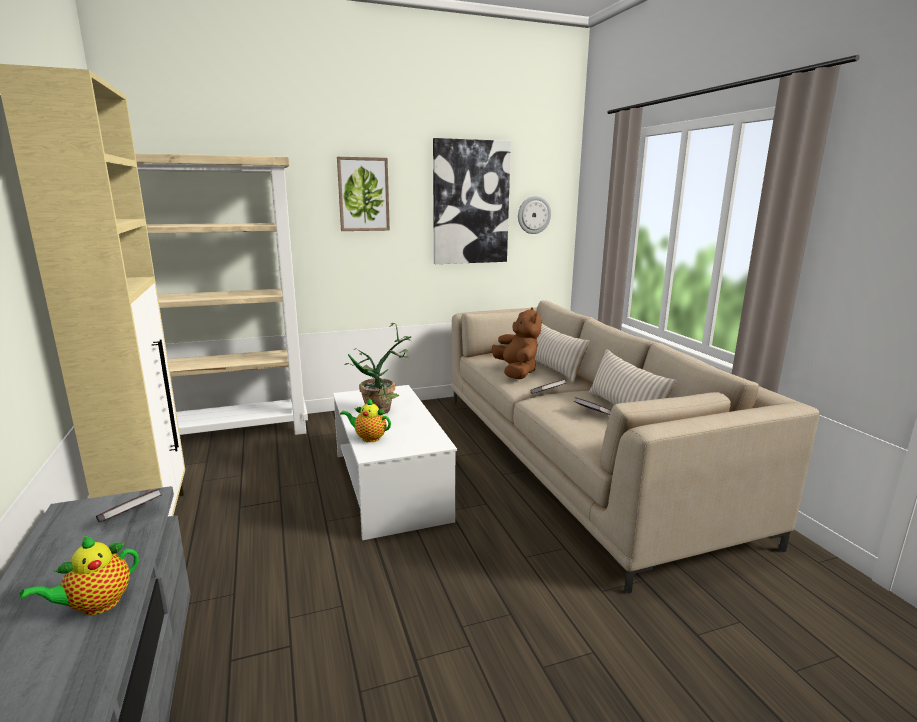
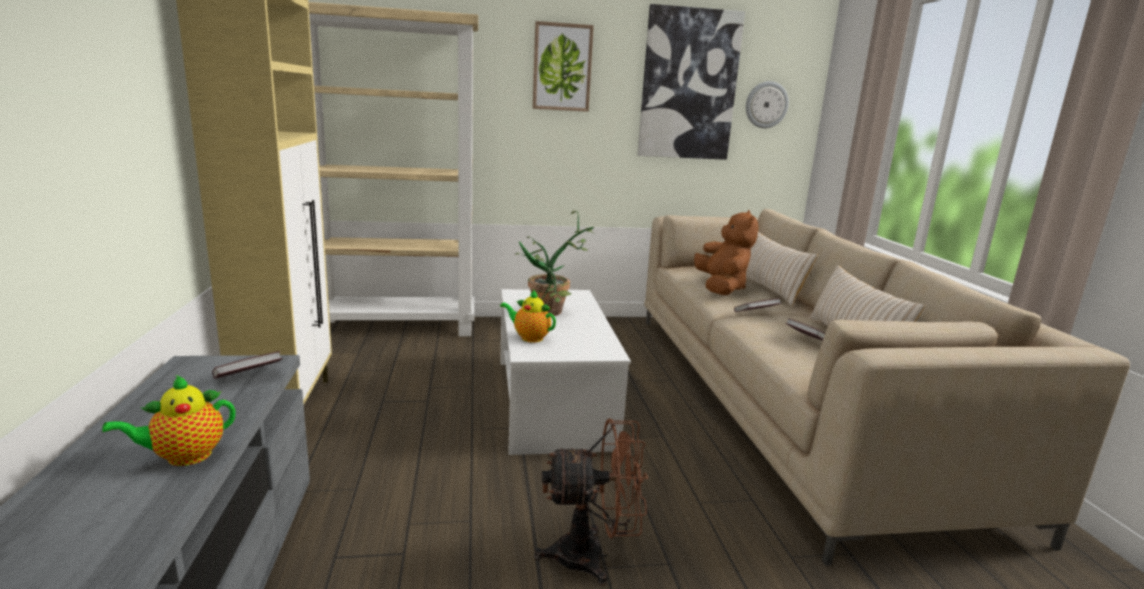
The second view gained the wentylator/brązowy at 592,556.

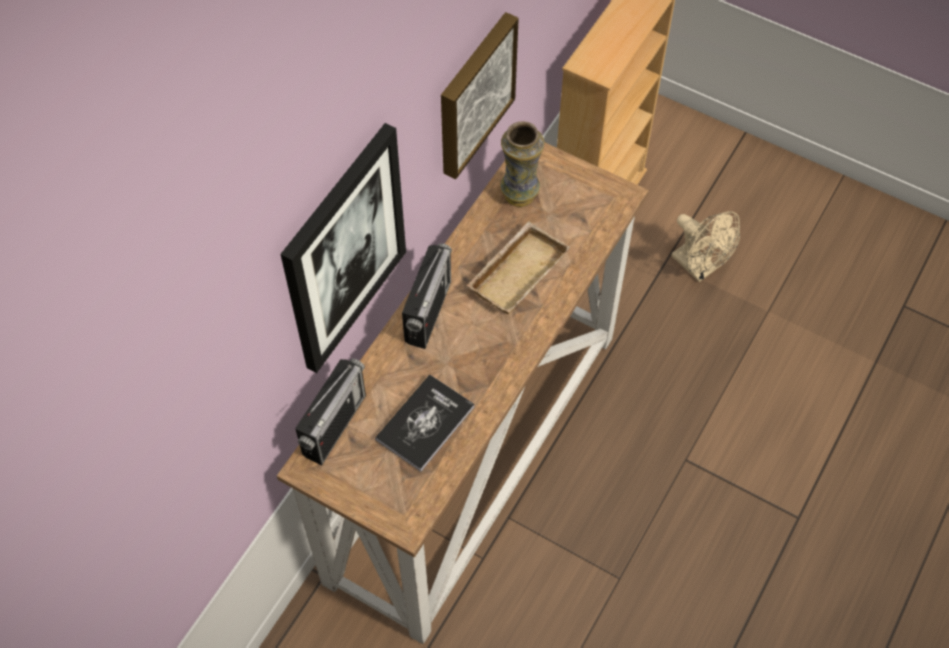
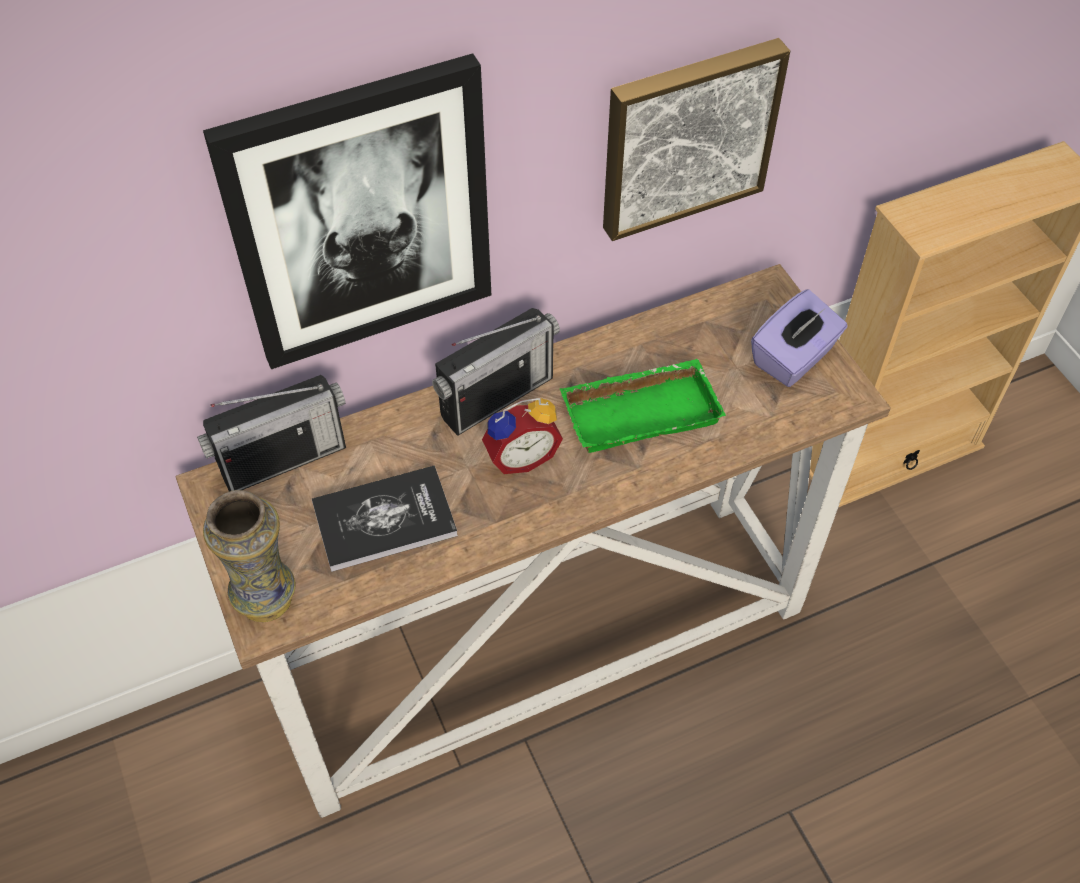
The wazon ended up elsewhere, having gone from 520,193 to 267,599. The second view lost the wentylator/beżowy at 699,267. What was the taca/beżowy at 517,271 turned into the taca/zielony at 641,410. The second view gained the pudełko chusteczek/fioletowy at 794,358. The second view gained the budzik at 520,456.

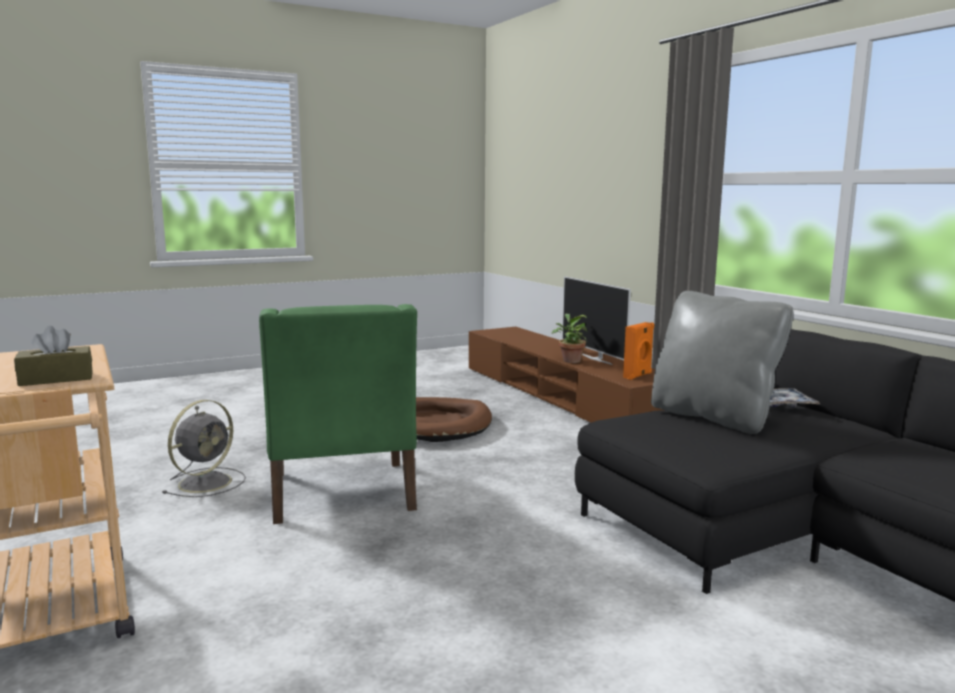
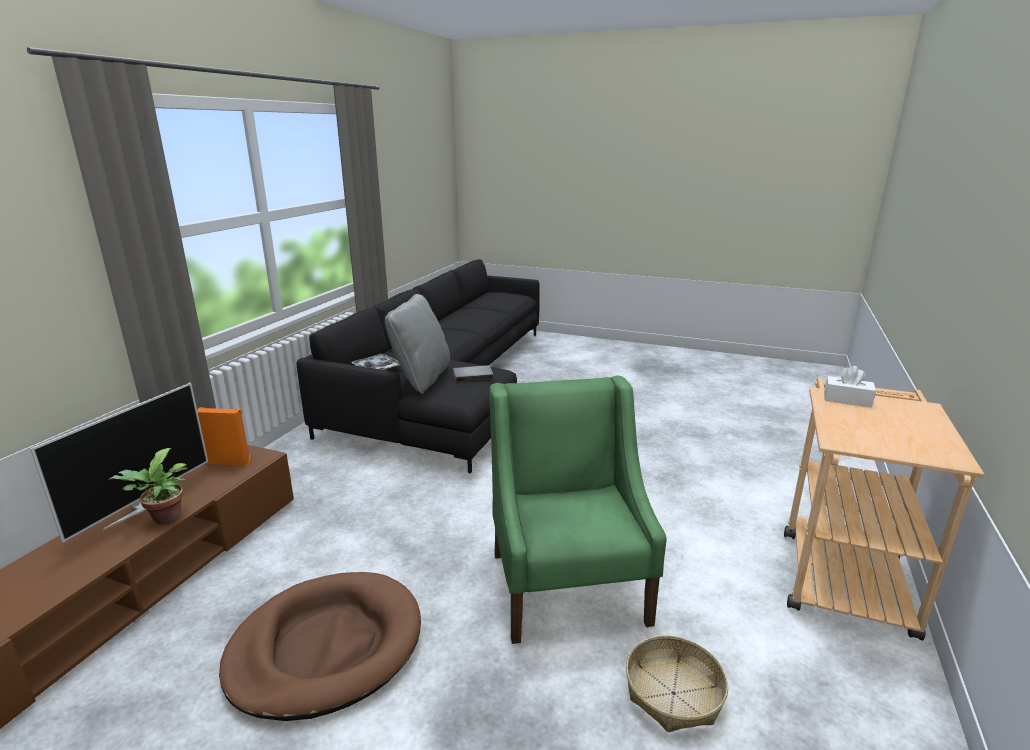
The fotel/zielony at 341,492 ended up facing another way, 45 degrees counterclockwise from before. What was the pudełko chusteczek/brązowy at 56,379 turned into the pudełko chusteczek/biały at 847,399. Where the wentylator/szary stood at 207,482, the koszyk came to stand at 673,694. The second view gained the książka/szary at 472,374.

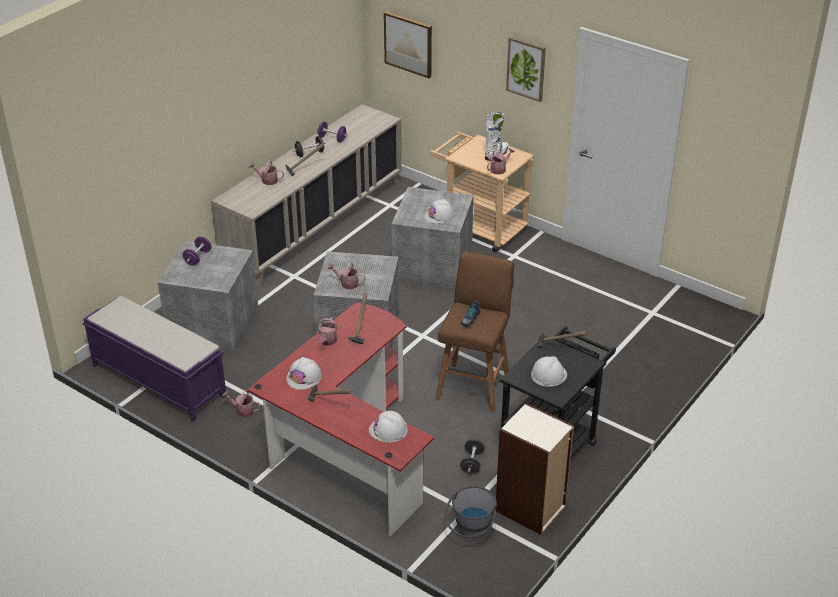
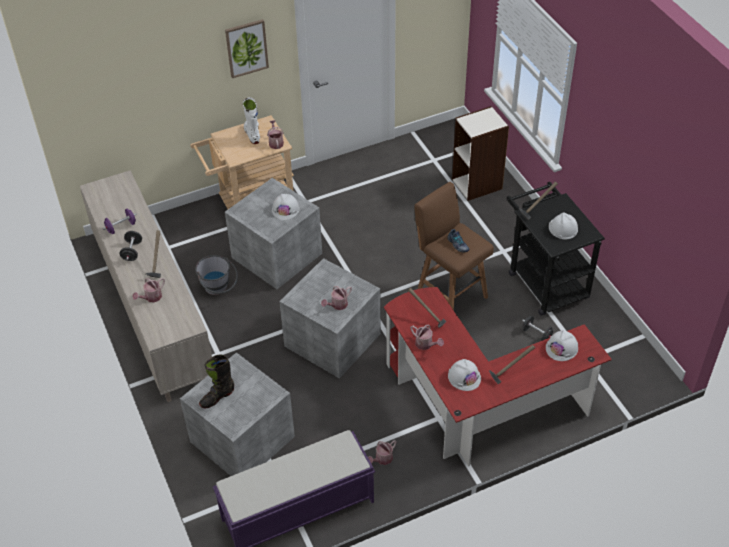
The second view lost the obraz at 408,44. Where the hantel/fioletowy stood at 198,258, the but z cholewką/czarny came to stand at 217,397. The regał ended up elsewhere, having gone from 531,509 to 477,184. The wiadro/szary ended up elsewhere, having gone from 471,532 to 218,289.

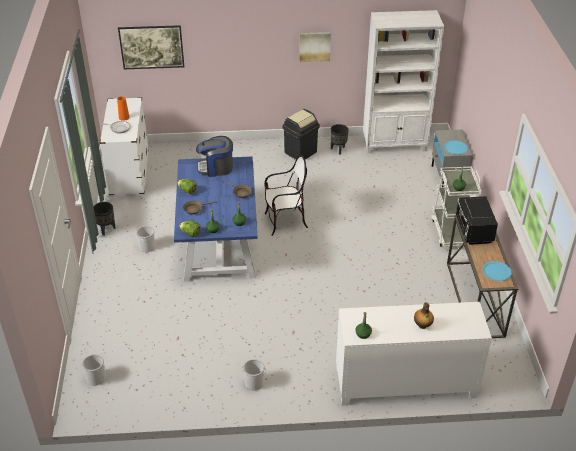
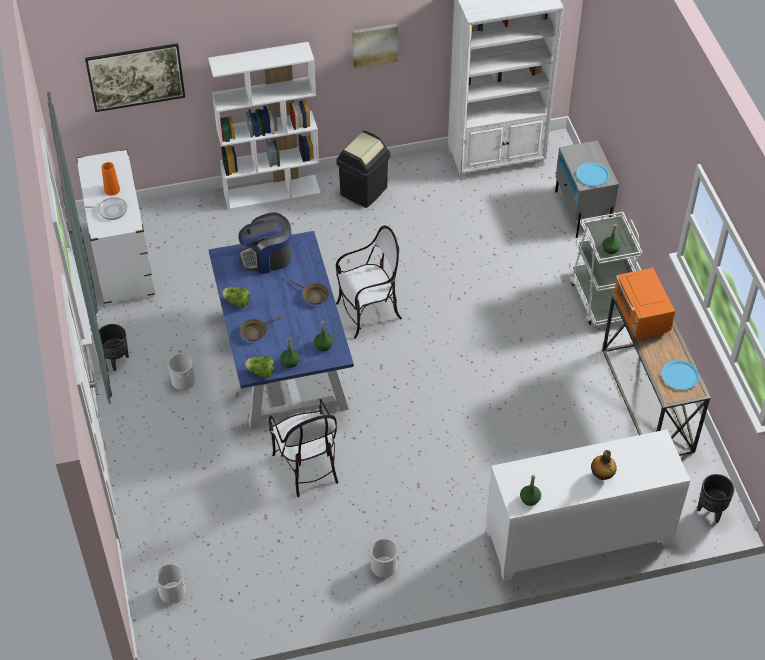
The donica/czarny ended up elsewhere, having gone from 338,150 to 711,512. What was the mikrofalówka/czarny at 473,231 turned into the mikrofalówka/pomarańczowy at 640,317. The second view gained the regał/biały at 272,192. The second view gained the krzesło at 306,467.

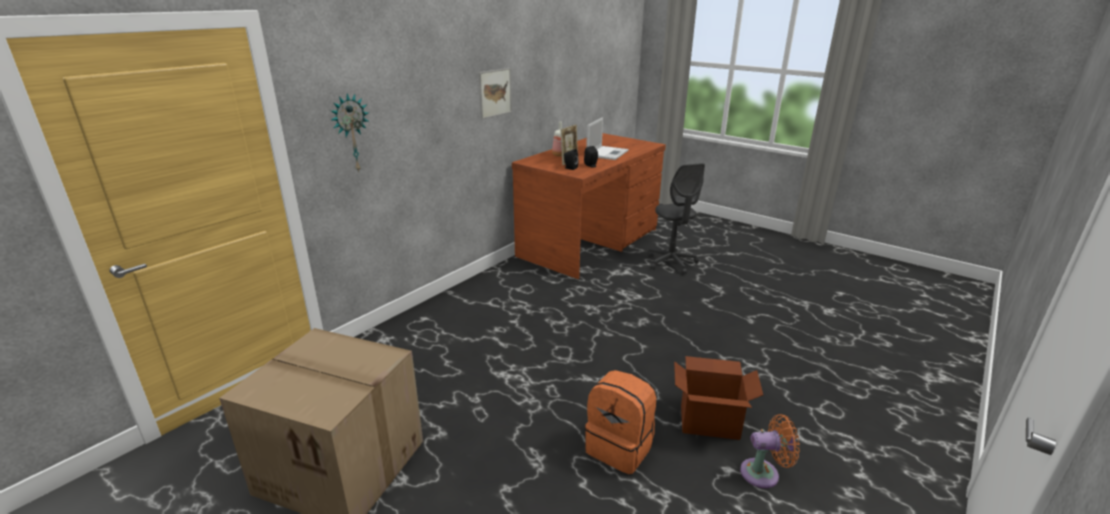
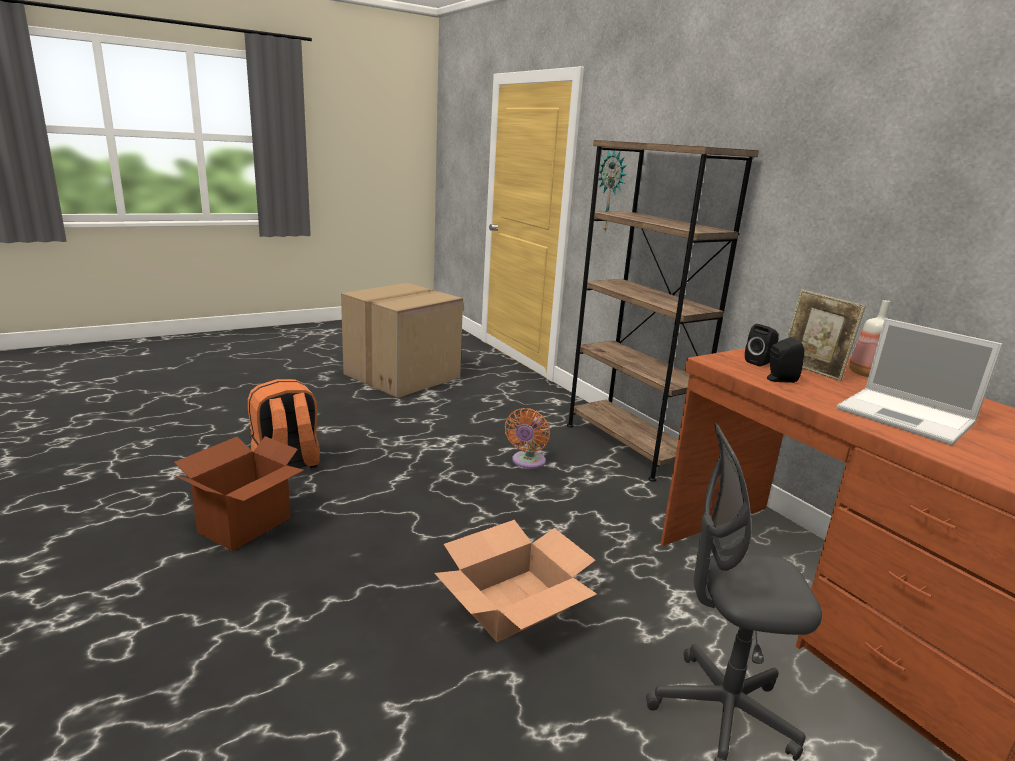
The second view lost the obraz at 495,93. The wentylator/pomarańczowy ended up elsewhere, having gone from 763,473 to 527,462. The second view gained the regał/brązowy at 628,445. The second view gained the karton at 514,604.

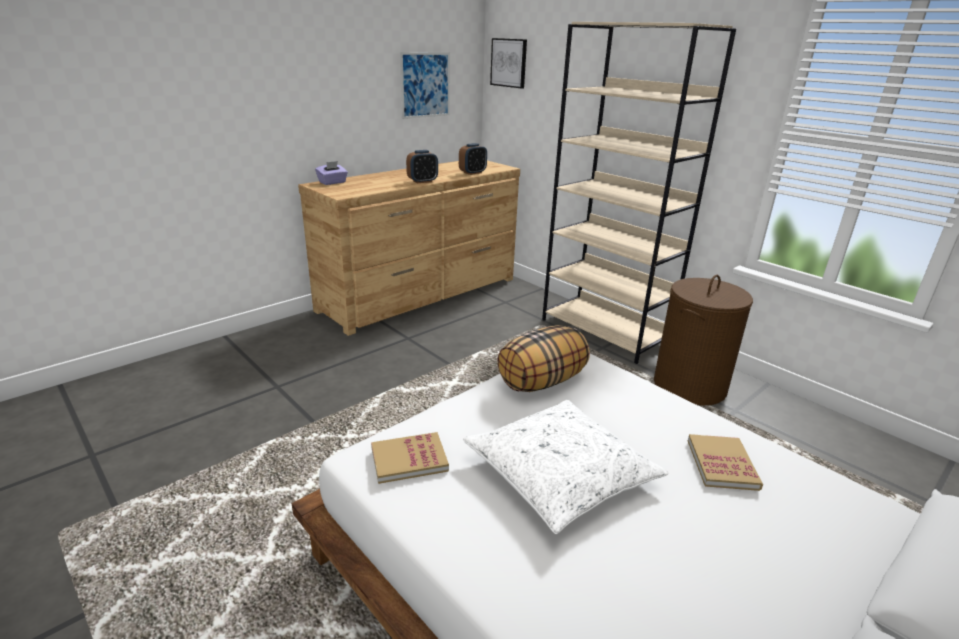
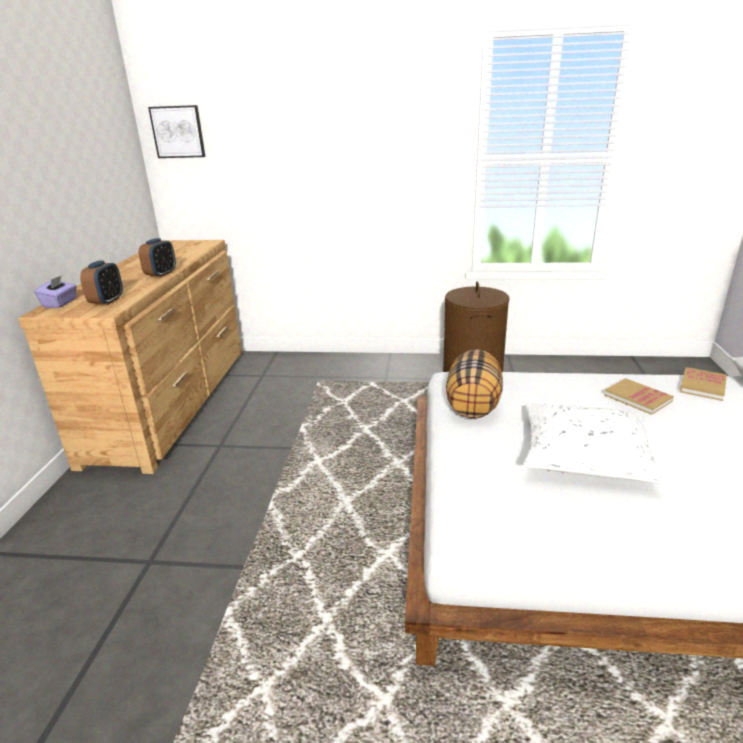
The second view lost the regał/beżowy at 605,331. The second view lost the obraz at 425,85. The budzik ended up elsewhere, having gone from 472,173 to 107,301. The książka ended up elsewhere, having gone from 409,459 to 702,386.

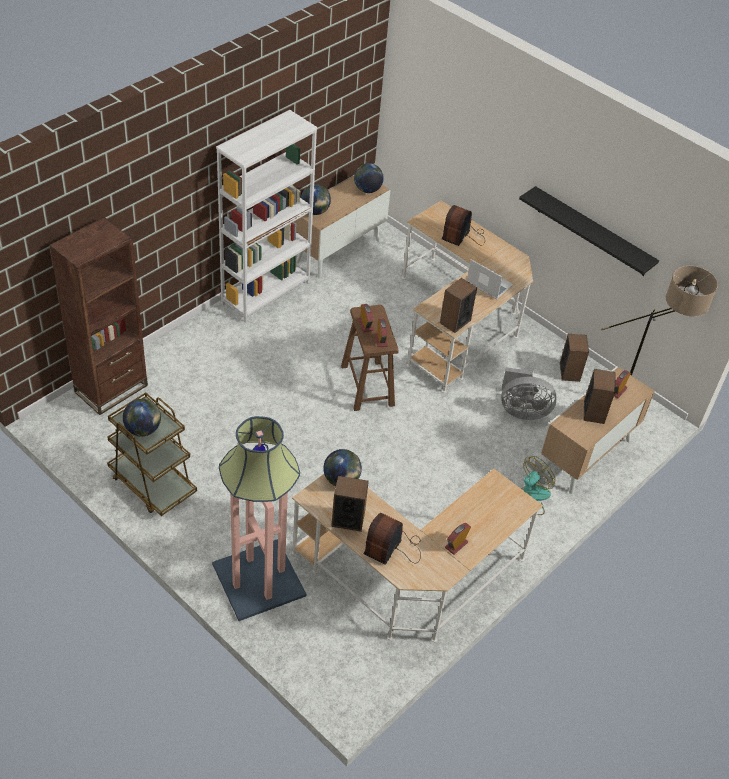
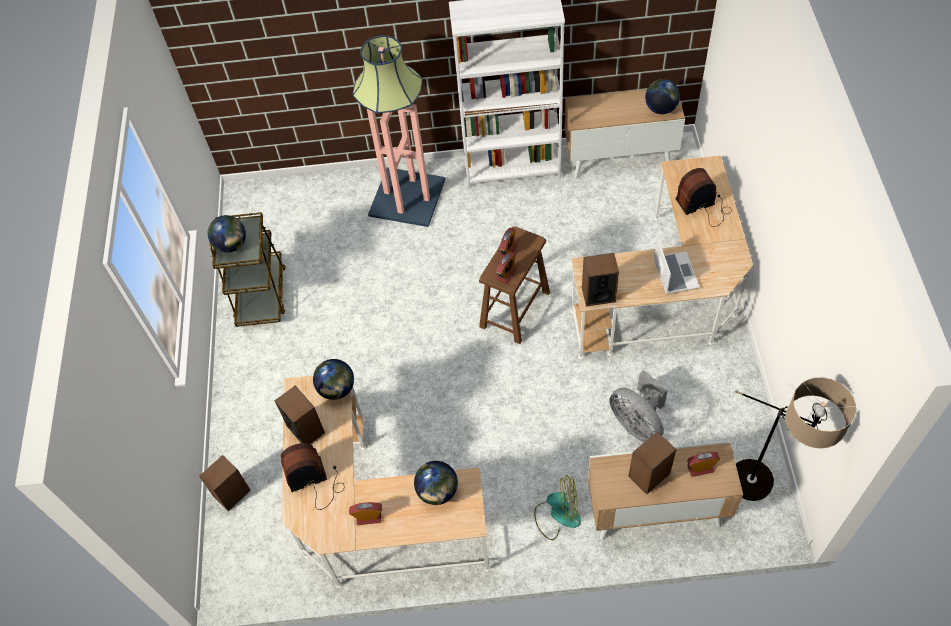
The globus ended up elsewhere, having gone from 315,211 to 437,491. The second view lost the półka/czarny at 592,232. The second view lost the regał/brązowy at 111,389. The głośnik ended up elsewhere, having gone from 569,372 to 232,493. The lampa stojąca ended up elsewhere, having gone from 259,579 to 407,197.

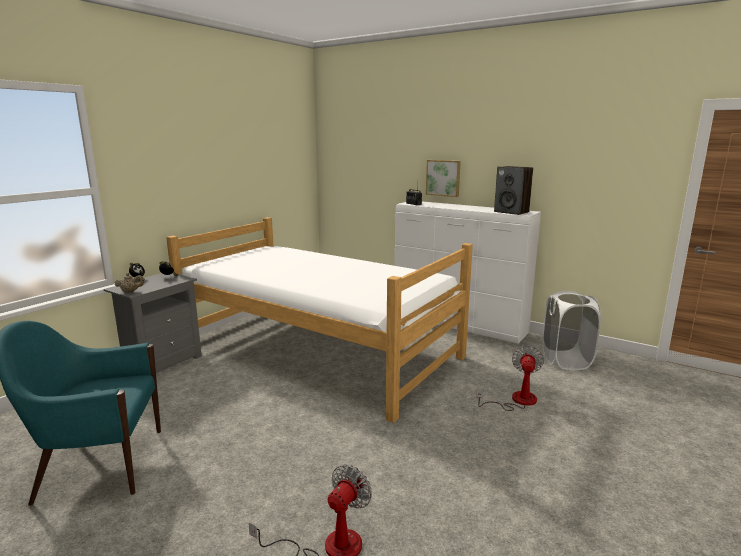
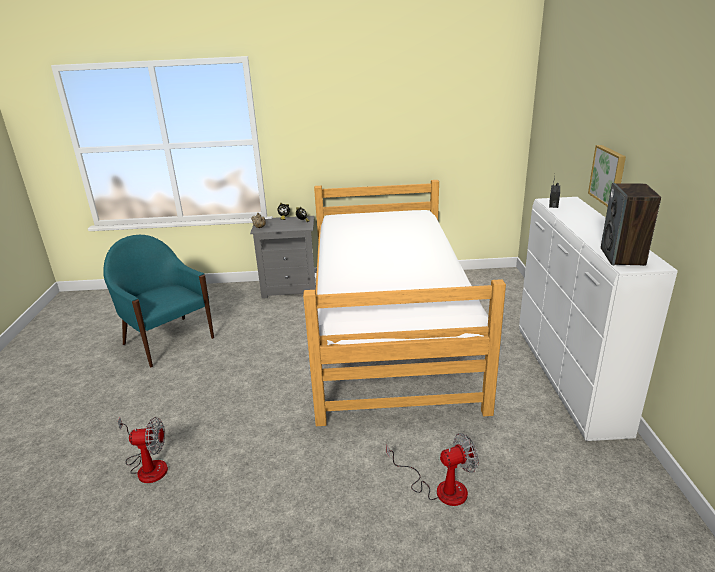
The second view lost the kosz na pranie/biały at 566,360.

